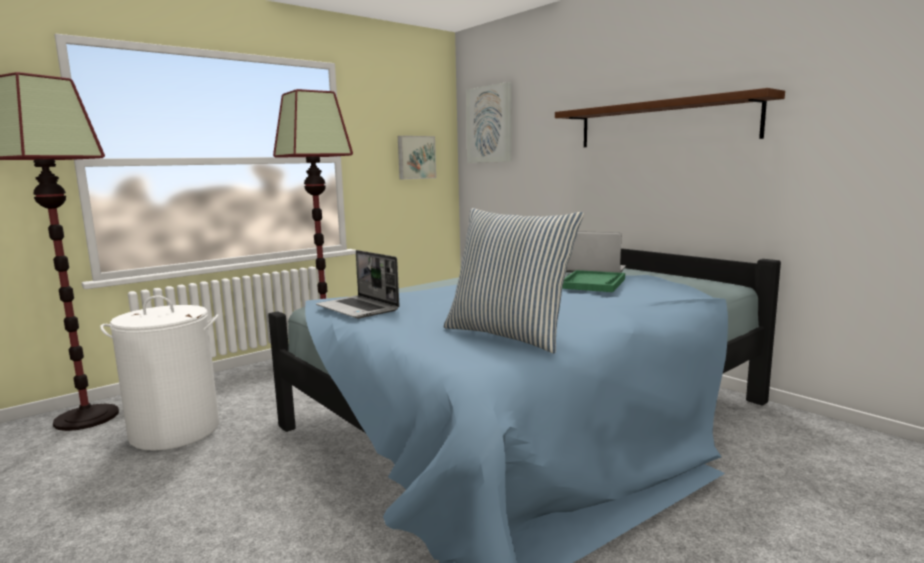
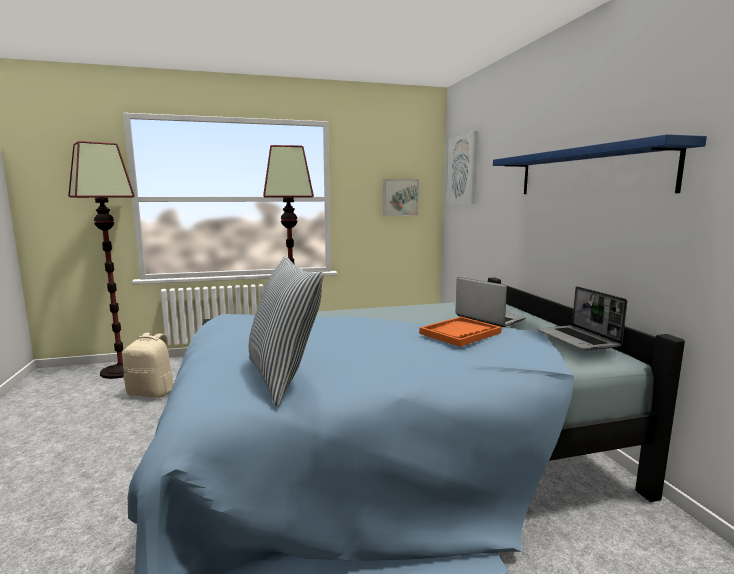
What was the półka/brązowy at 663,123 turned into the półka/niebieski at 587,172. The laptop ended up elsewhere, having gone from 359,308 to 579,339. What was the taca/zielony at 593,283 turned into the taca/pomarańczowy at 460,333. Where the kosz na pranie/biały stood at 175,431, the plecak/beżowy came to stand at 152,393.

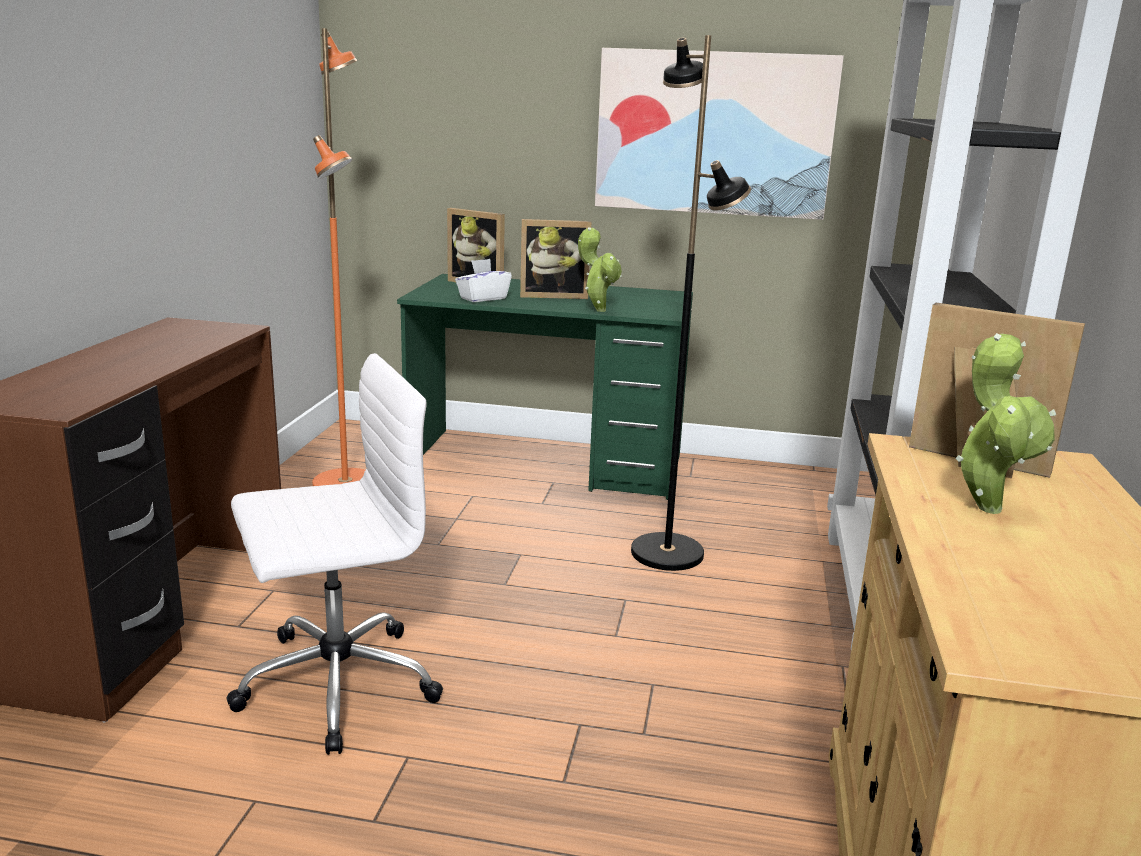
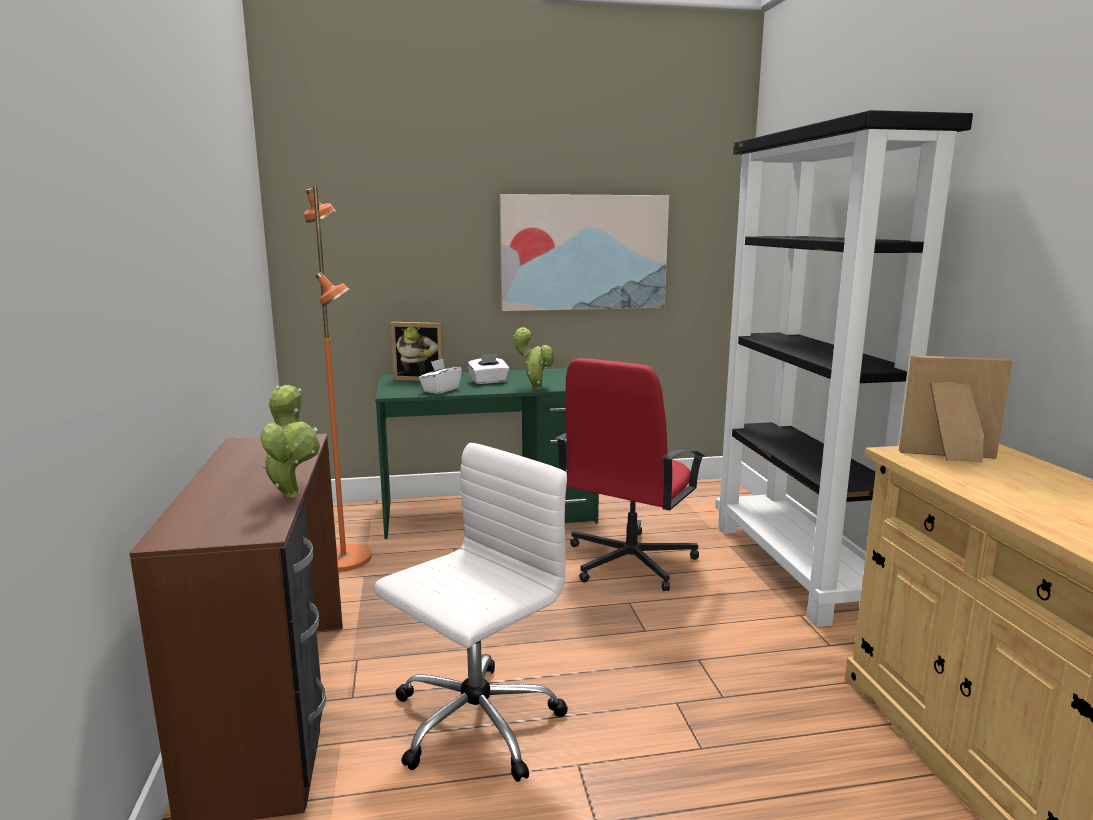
Where the lampa stojąca/czarny stood at 668,552, the krzesło biurowe/czerwony came to stand at 628,562. Where the ramka na zdjęcie stood at 553,295, the pudełko chusteczek/biały came to stand at 488,381. The roślina doniczkowa ended up elsewhere, having gone from 986,505 to 291,493.

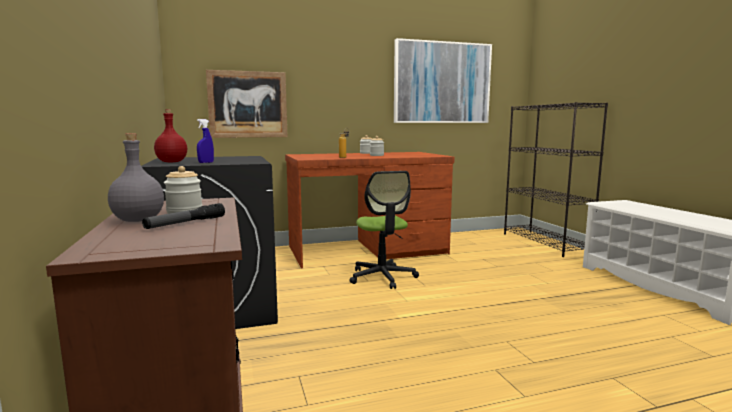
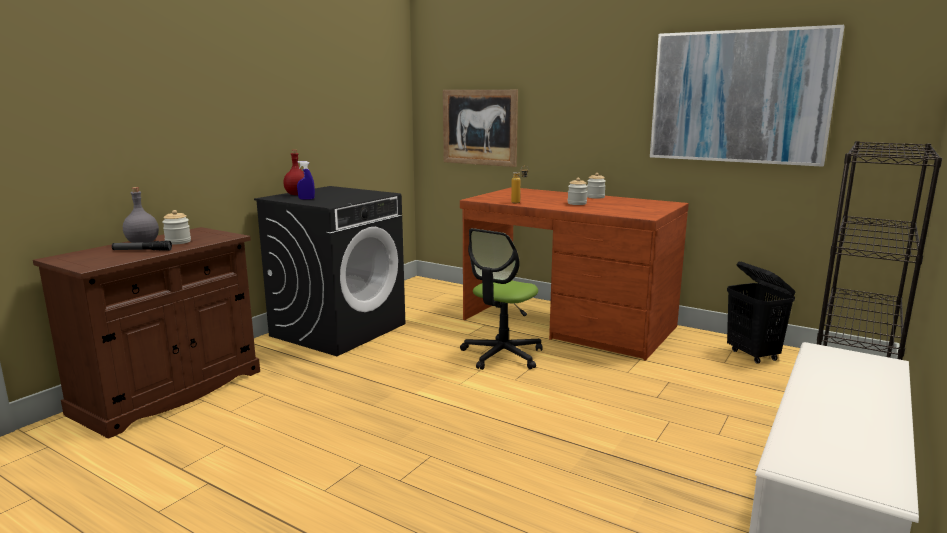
The second view gained the kosz na pranie/czarny at 753,355.

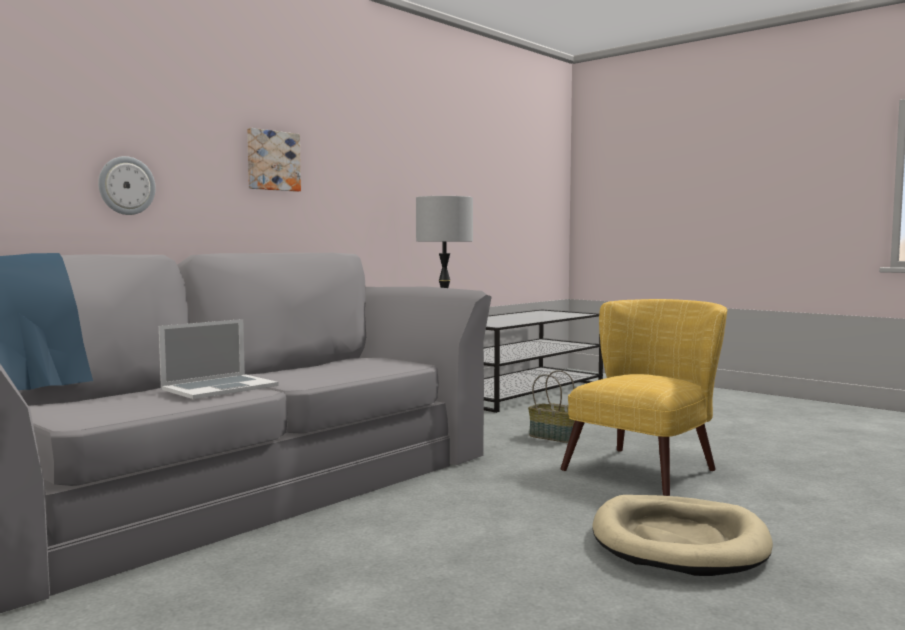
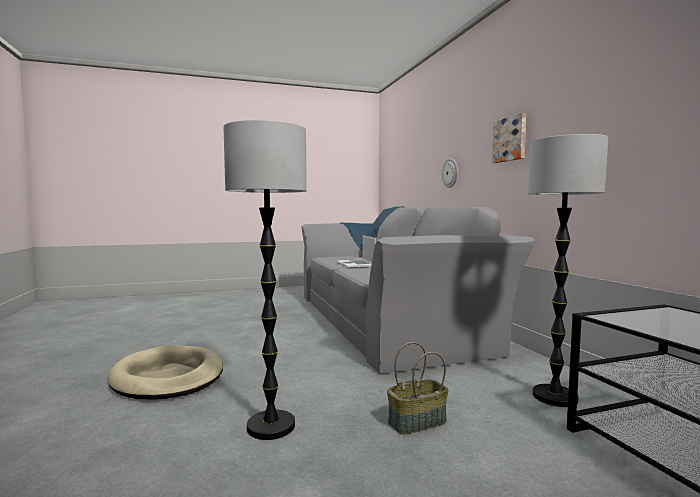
Where the fotel/żółty stood at 648,467, the lampa stojąca came to stand at 271,426.

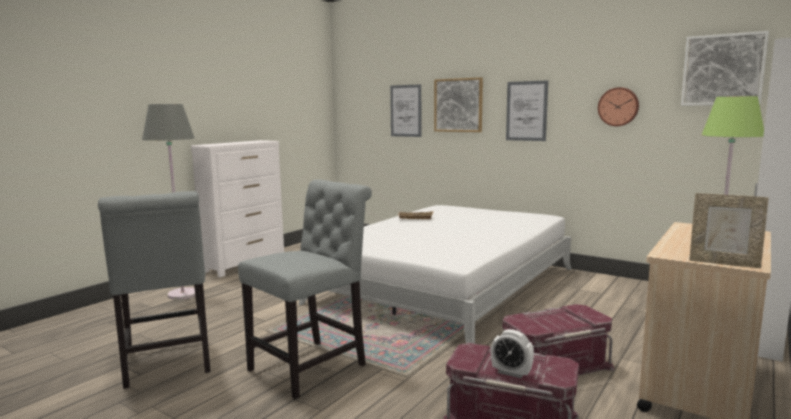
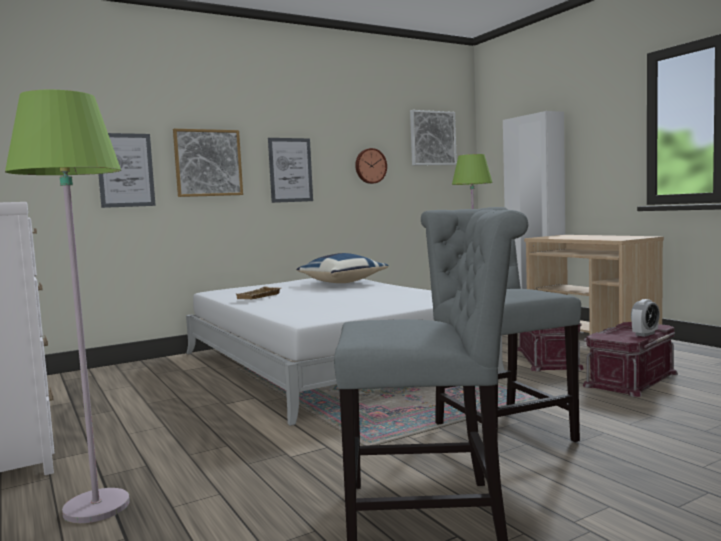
What was the lampa stojąca/szary at 183,294 turned into the lampa stojąca/zielony at 96,507. The second view lost the ramka na zdjęcie at 724,263. The second view gained the poduszka/niebieski at 342,282.

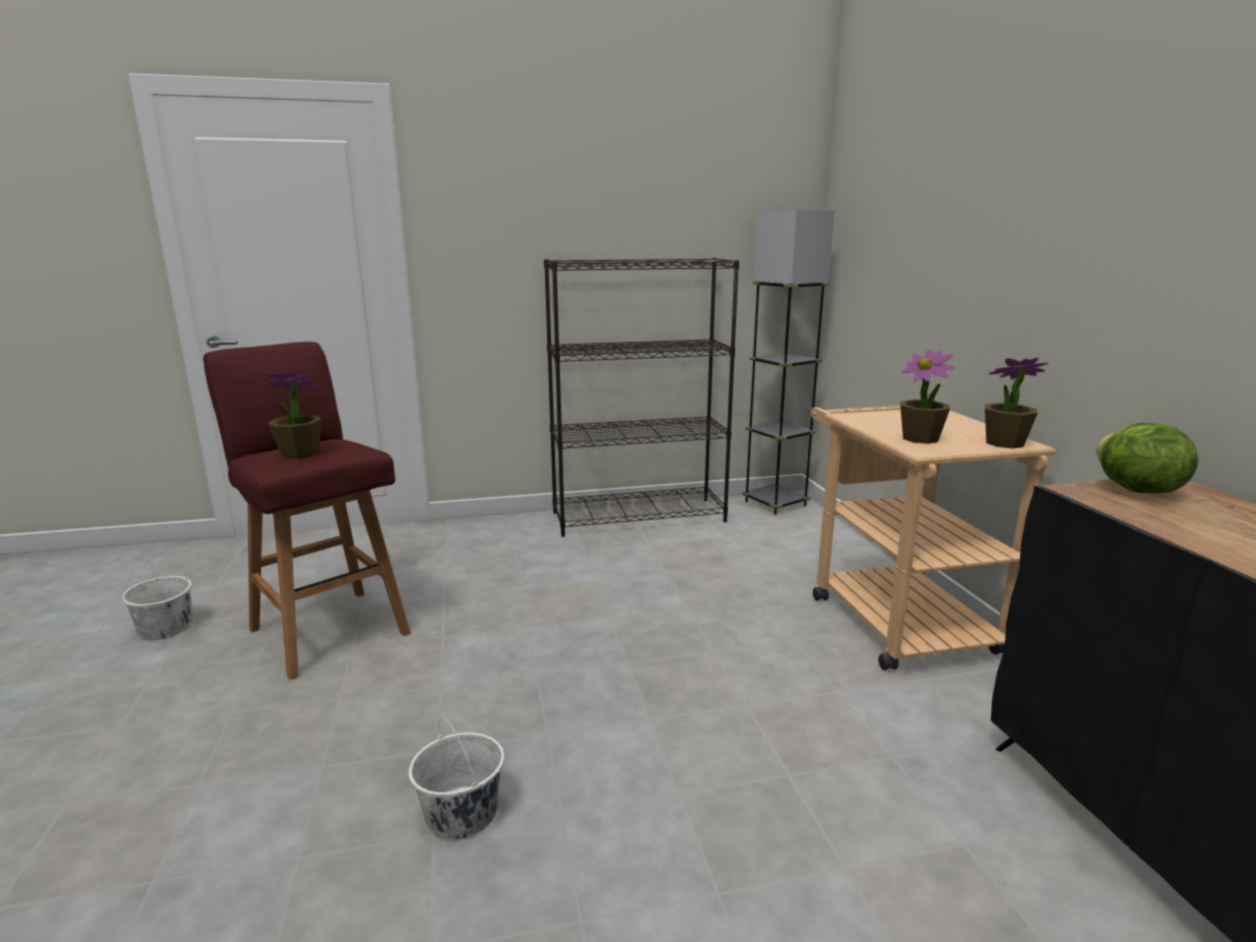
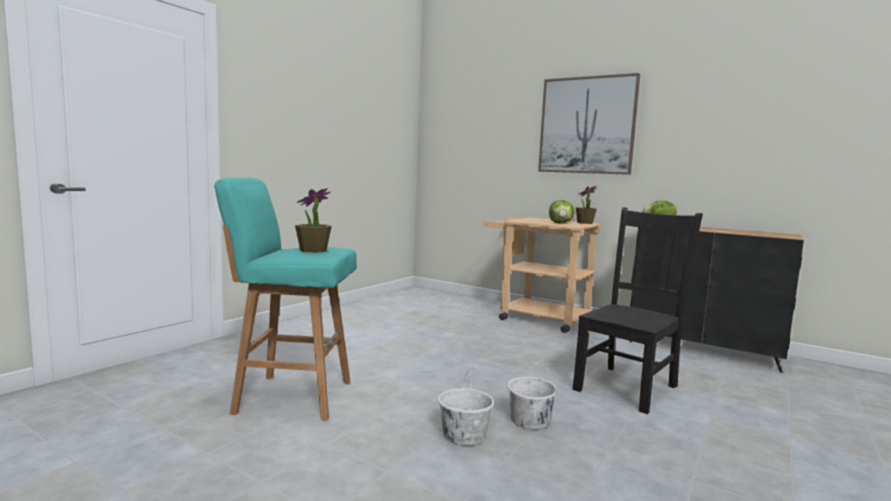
The second view lost the lampa stojąca/szary at 775,504. The second view lost the regał/czarny at 639,517. What was the stołek/czerwony at 328,629 turned into the stołek/turkusowy at 291,396. Where the roślina doniczkowa stood at 920,438, the sałata came to stand at 560,223. The wiadro/biały ended up elsewhere, having gone from 166,628 to 464,435. The second view gained the obraz at 587,125. The second view gained the krzesło/czarny at 628,387.

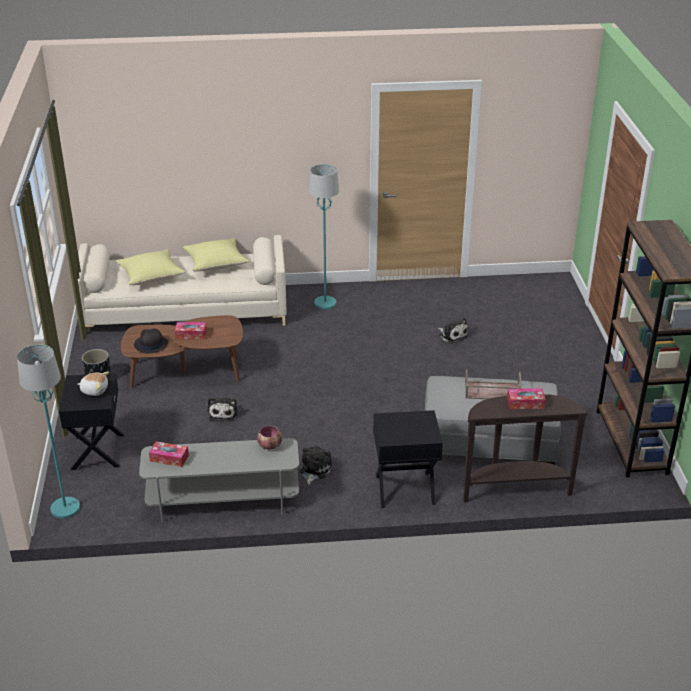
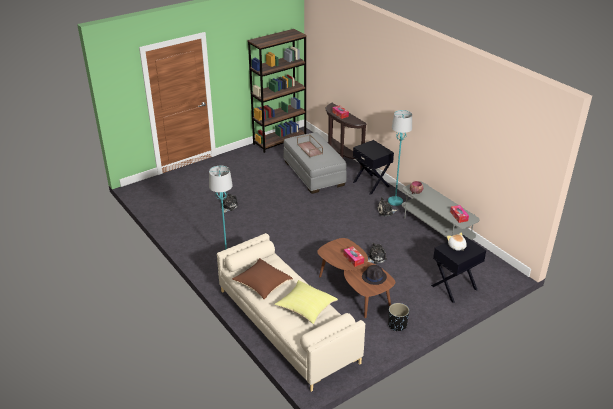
What was the poduszka/żółty at 216,264 turned into the poduszka/brązowy at 262,285. The lampa stojąca/turkusowy ended up elsewhere, having gone from 65,508 to 395,201.

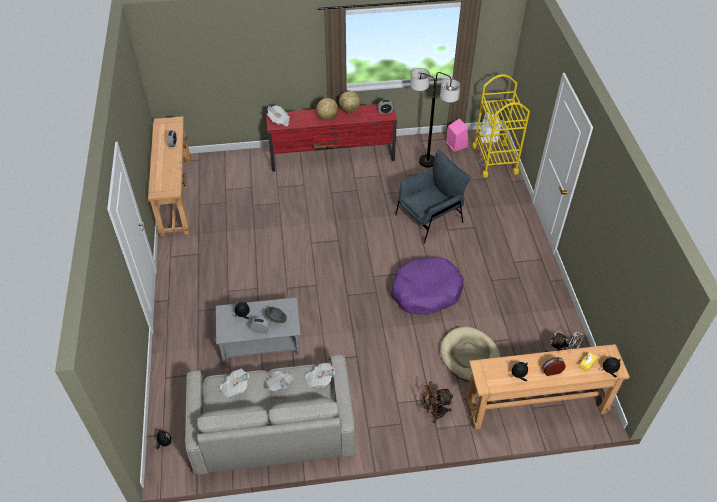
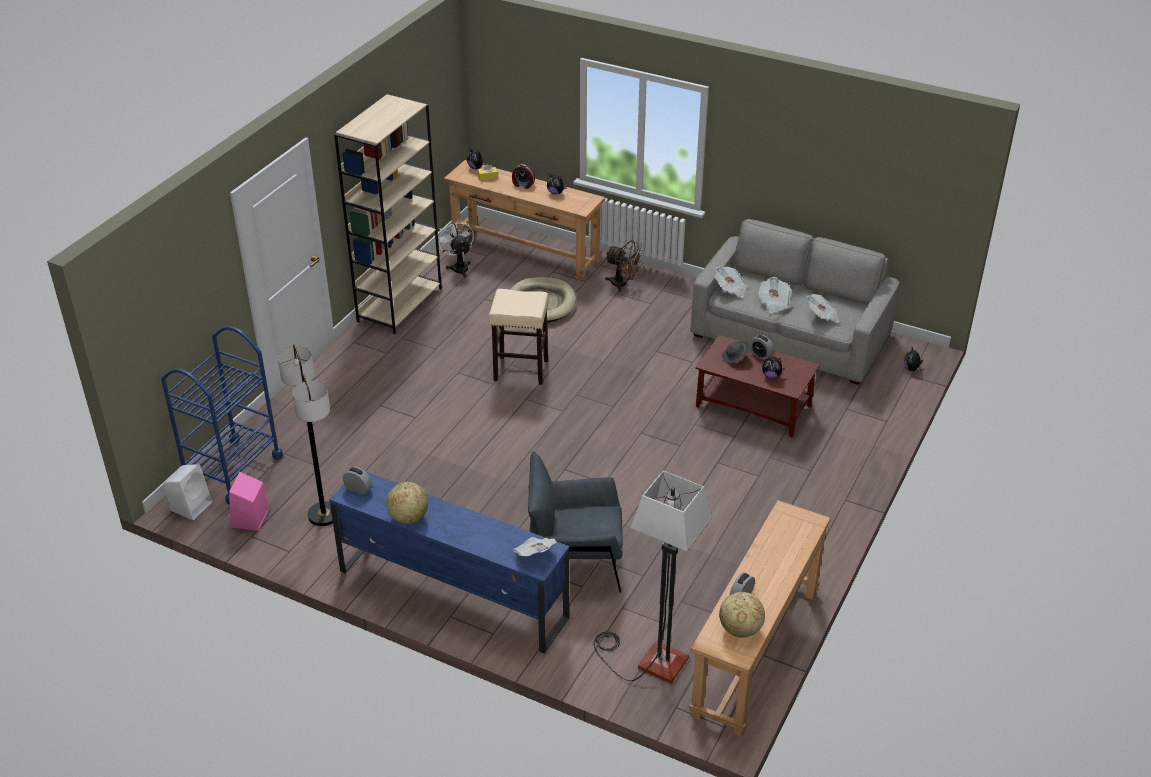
What was the wózek/żółty at 495,160 turned into the wózek/niebieski at 233,470. The globus ended up elsewhere, having gone from 327,117 to 740,630. What was the szafka pod telewizor/czerwony at 333,157 turned into the szafka pod telewizor/niebieski at 452,594. The fotel/szary ended up elsewhere, having gone from 429,218 to 575,562. Where the legowisko/fioletowy stood at 425,292, the stołek/beżowy came to stand at 520,370. What was the ława/szary at 260,342 turned into the ława/brązowy at 754,406. The second view gained the regał/beżowy at 399,304. The second view gained the lampa stojąca at 649,660.

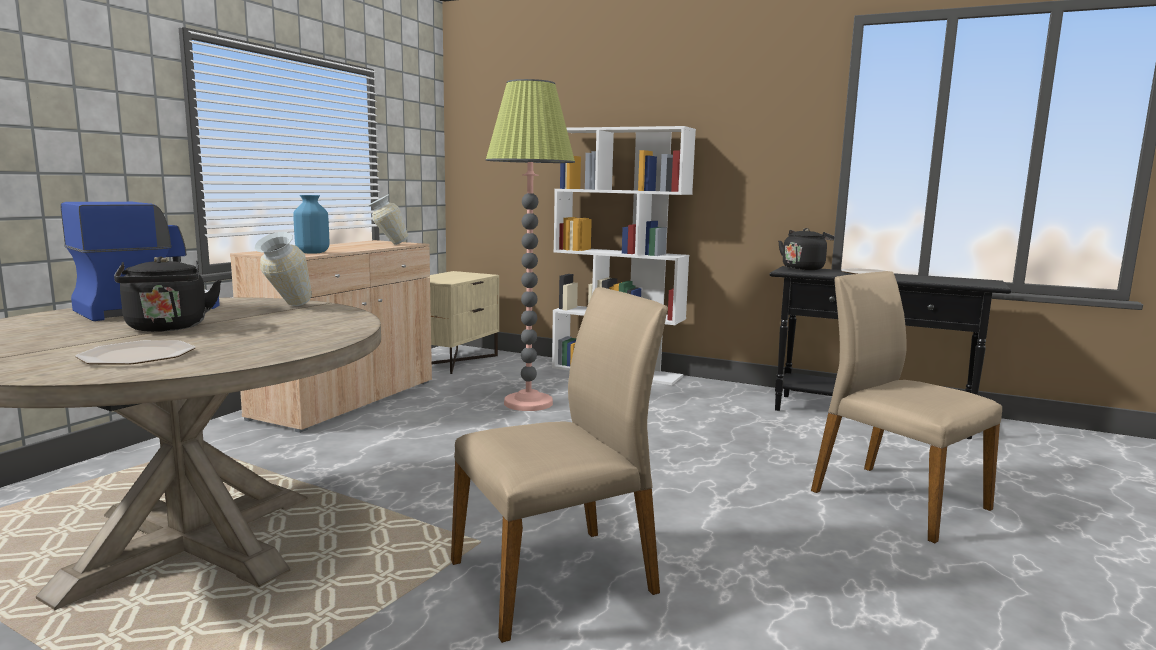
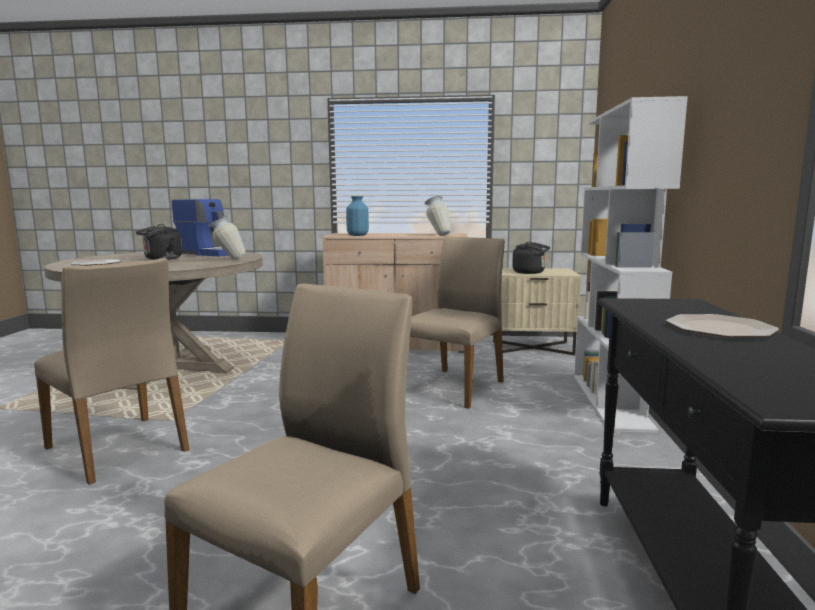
Where the lampa stojąca stood at 528,403, the krzesło/beżowy came to stand at 454,386. The czajnik/czarny ended up elsewhere, having gone from 804,268 to 530,272.

